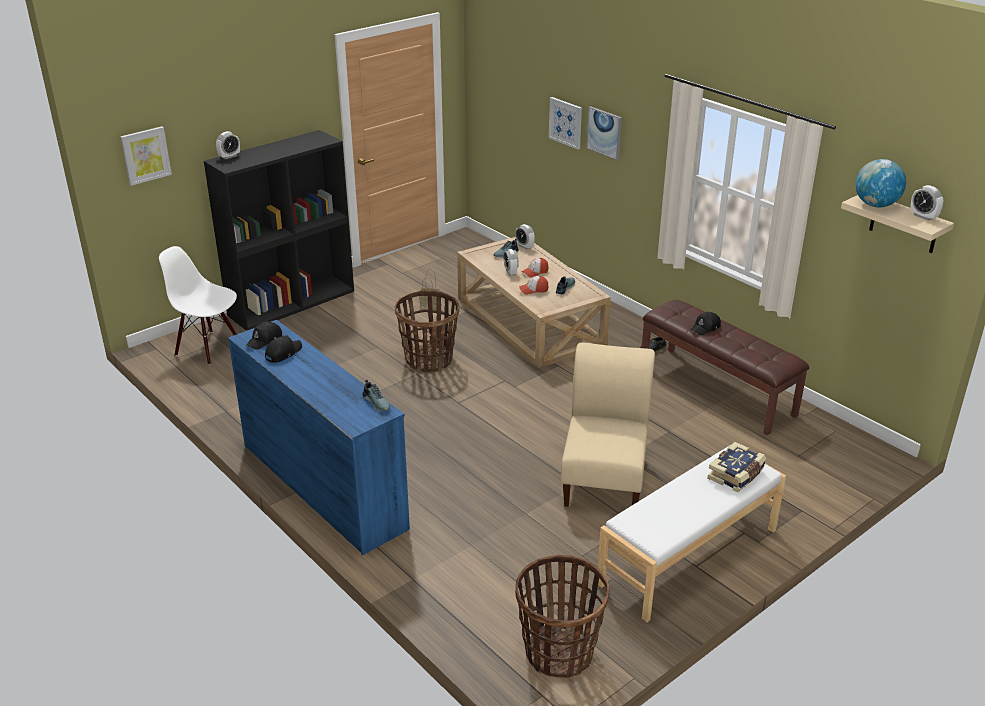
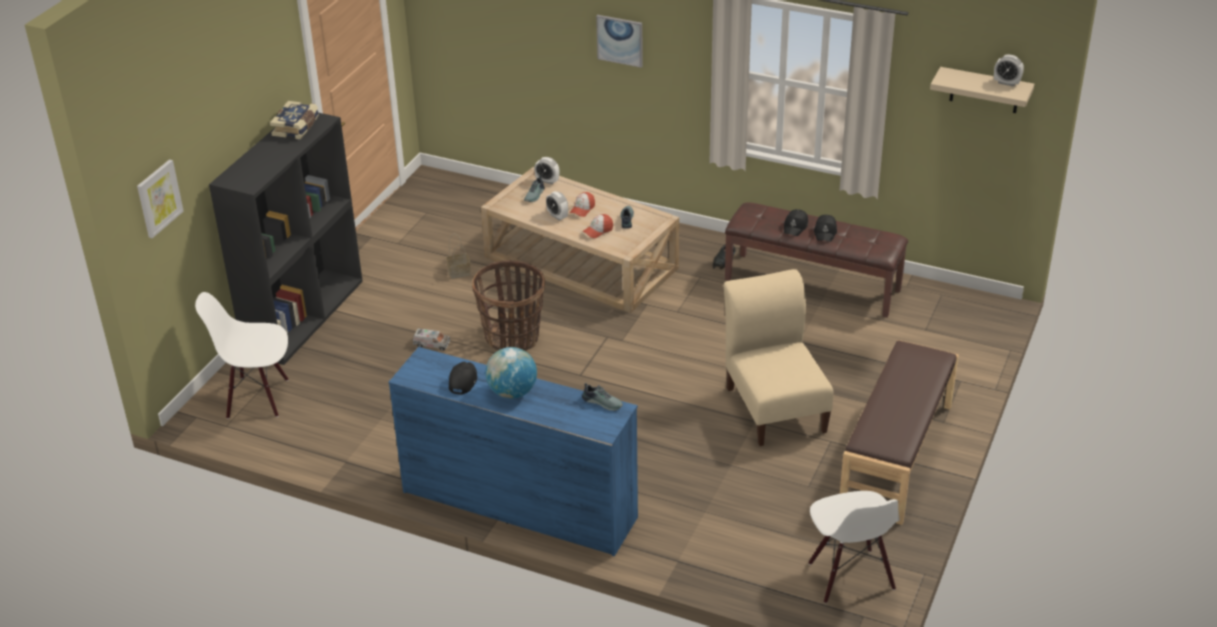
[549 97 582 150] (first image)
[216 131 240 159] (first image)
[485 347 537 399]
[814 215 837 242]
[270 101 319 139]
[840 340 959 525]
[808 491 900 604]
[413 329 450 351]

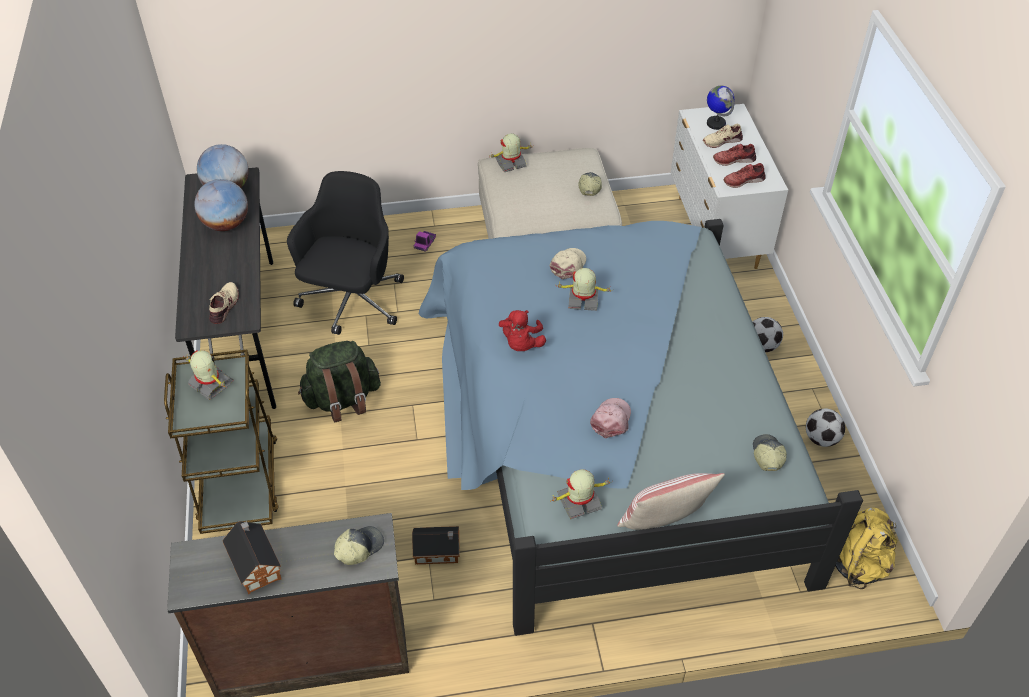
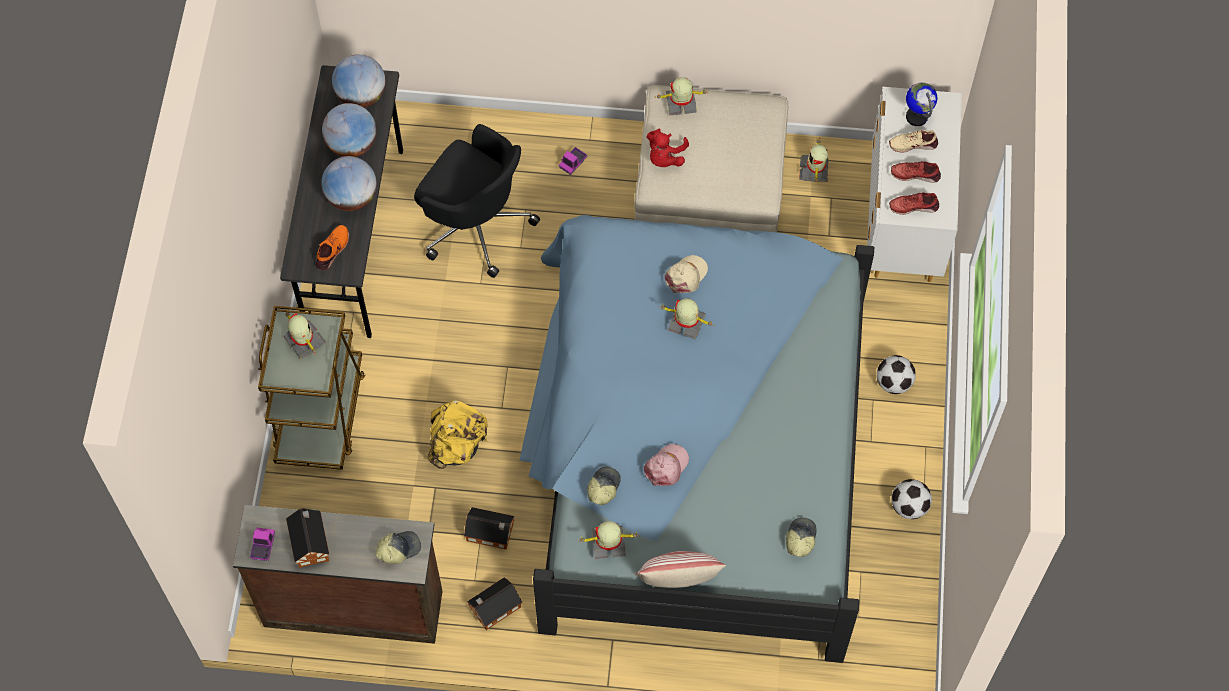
[414 124 540 278]
[587 467 621 505]
[316 225 349 270]
[647 128 689 167]
[298 341 381 423] (first image)
[428 400 488 469]
[799 139 828 184]
[321 156 377 211]
[250 528 275 561]
[467 577 522 630]

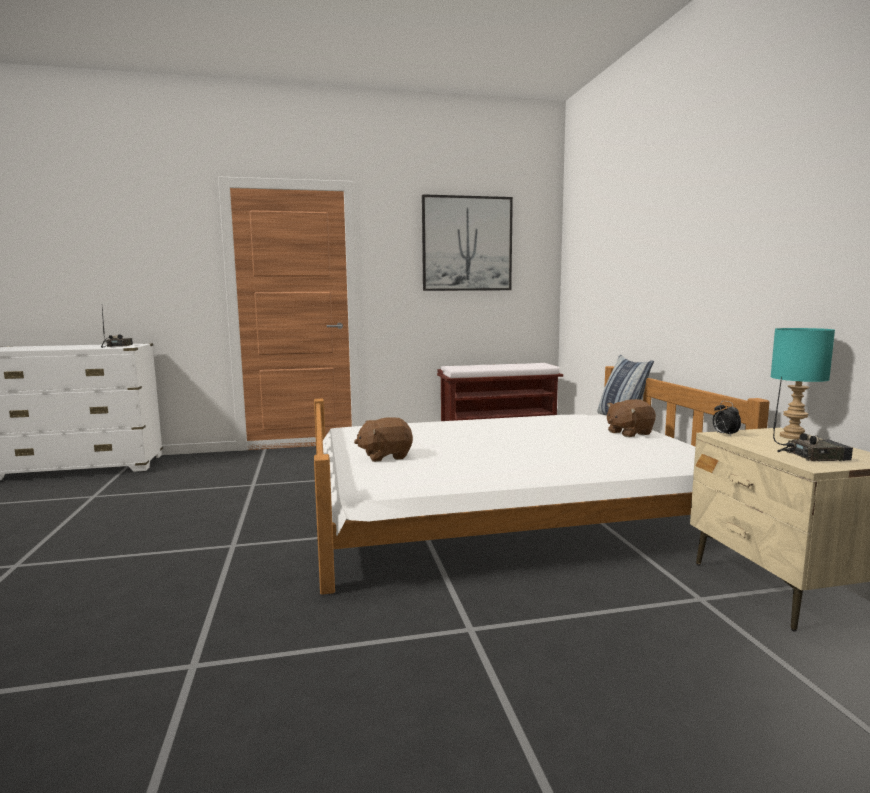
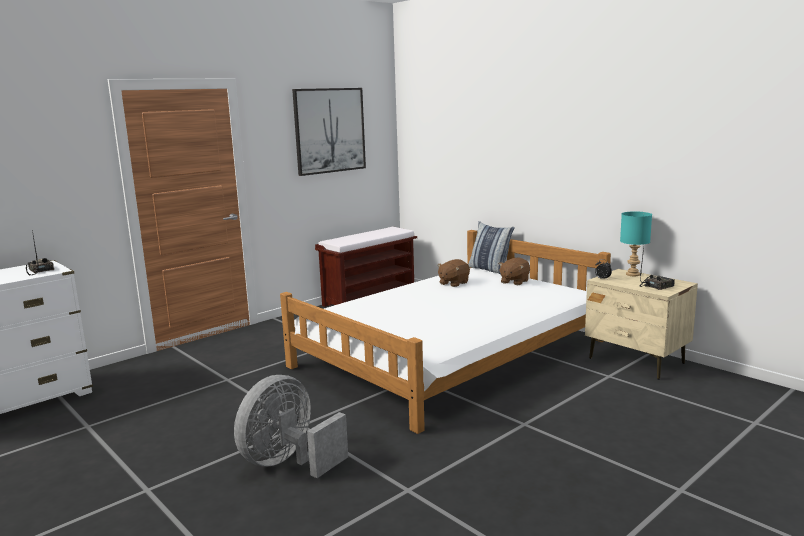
[437 259 470 287]
[234 375 348 478]

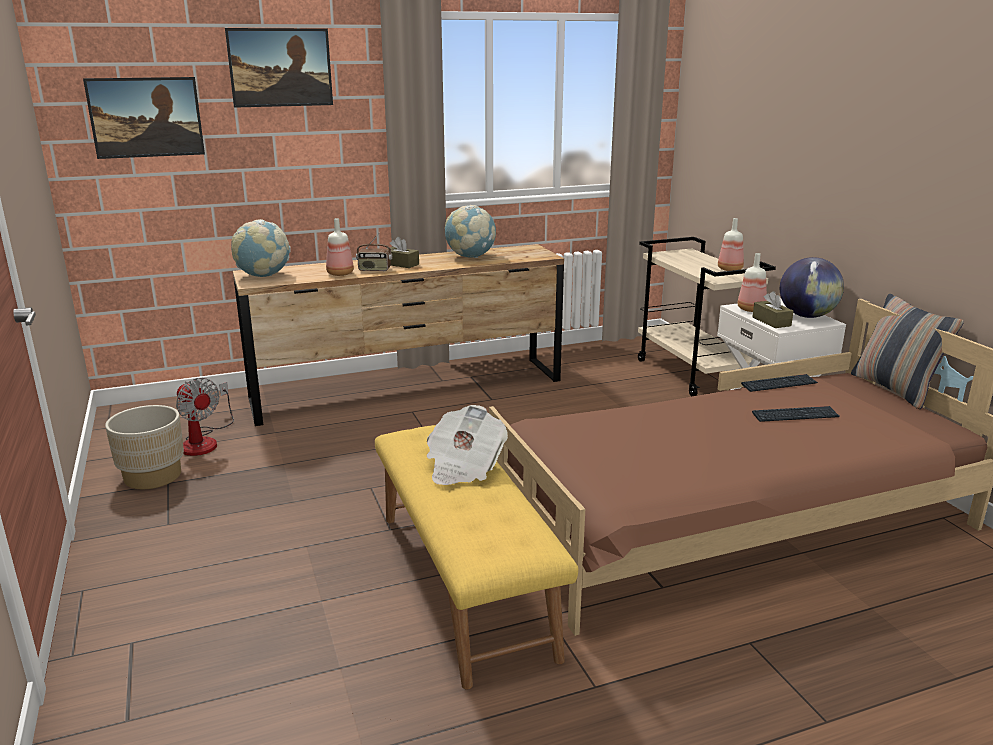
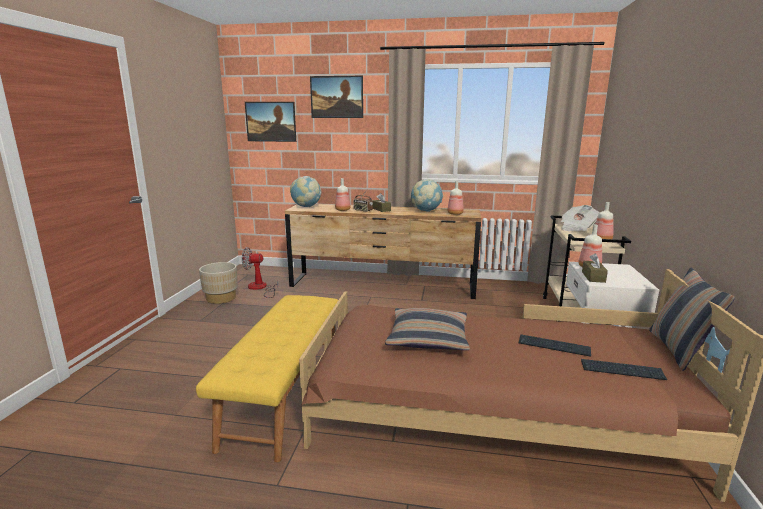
[780 257 844 318] (first image)
[581 359 667 380]
[242 247 278 298]
[560 205 600 231]
[447 181 464 215]
[385 308 470 350]

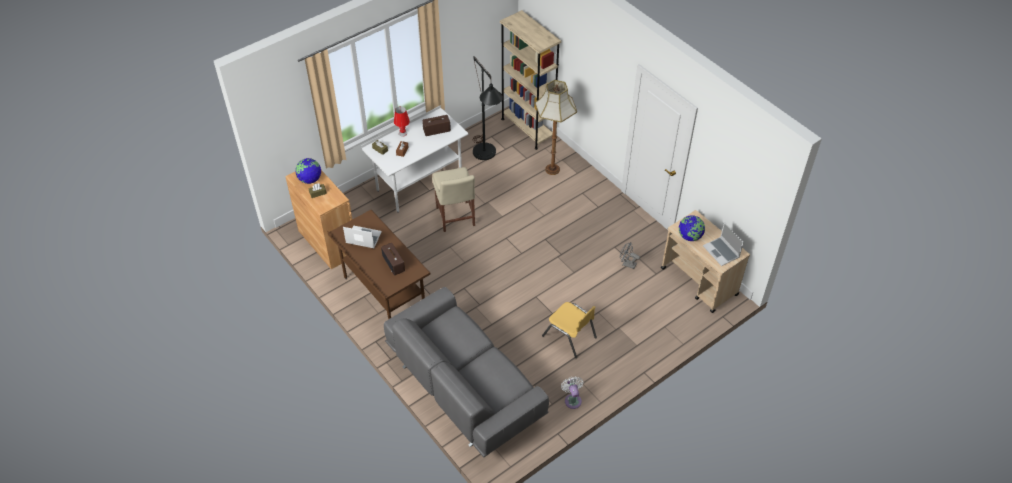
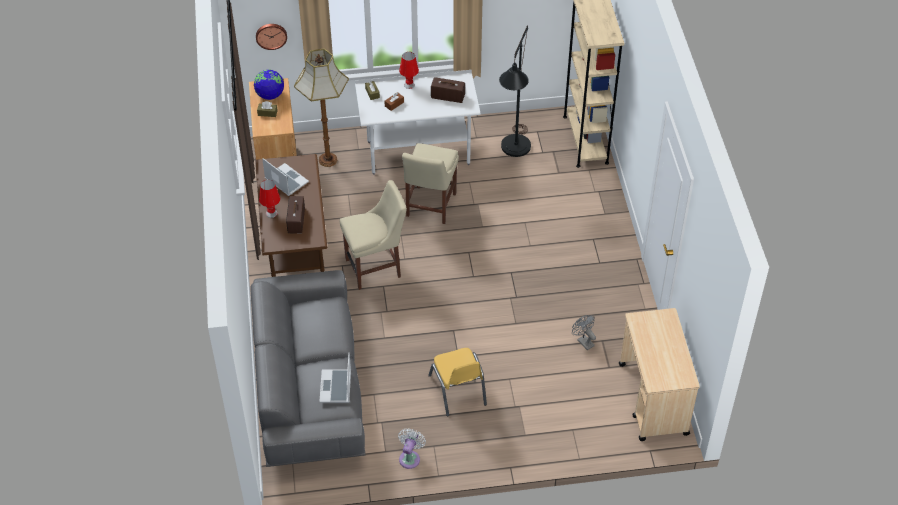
[294 49 349 167]
[679 215 705 241] (first image)
[319 352 351 403]
[256 24 287 50]
[259 180 280 218]
[339 180 407 290]

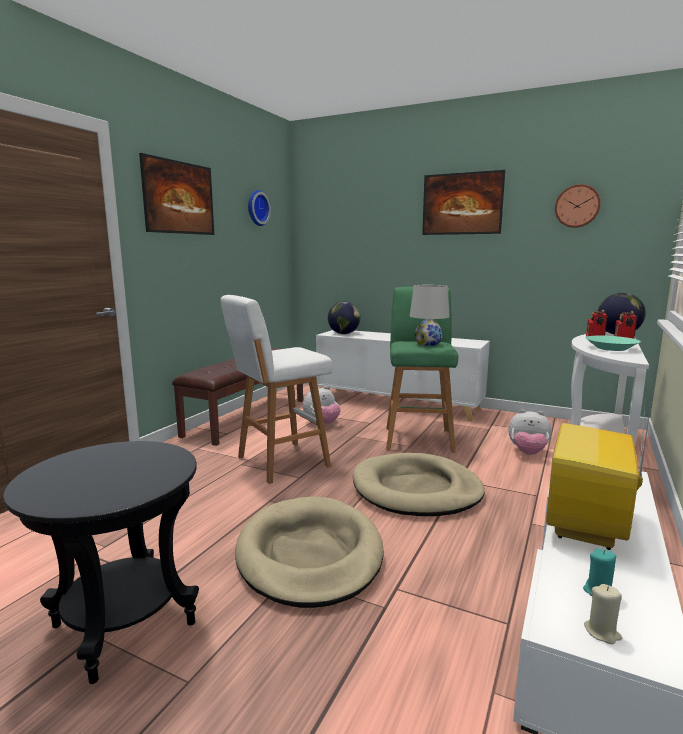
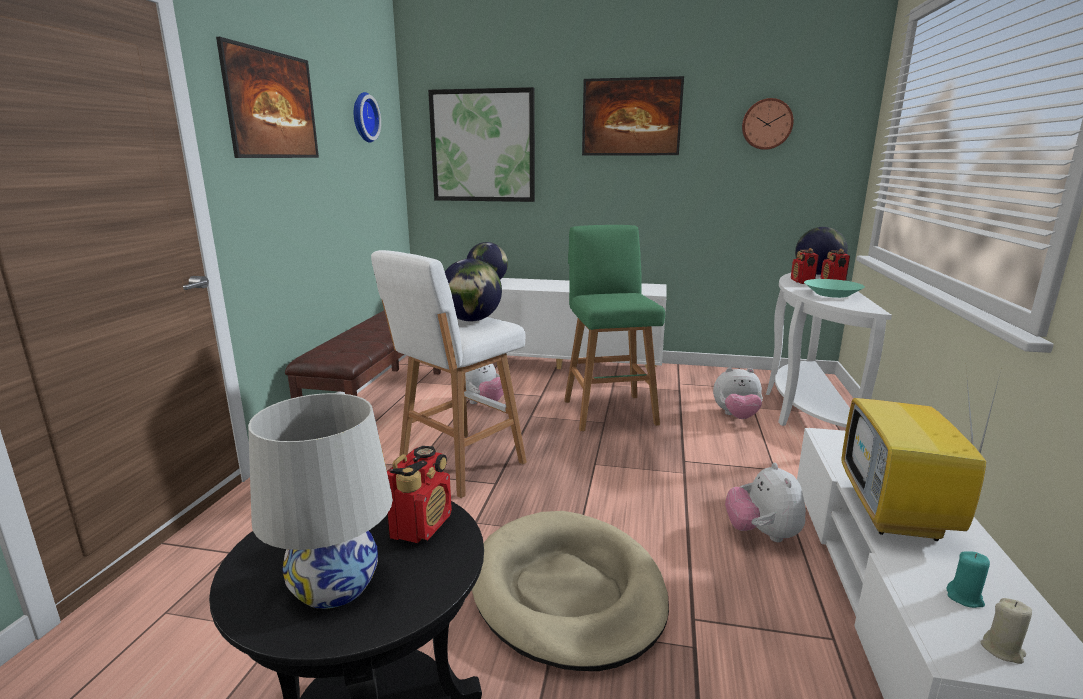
[248 393 393 609]
[353 453 485 516] (first image)
[428 87 535 202]
[445 258 502 322]
[387 446 452 543]
[725 463 806 542]

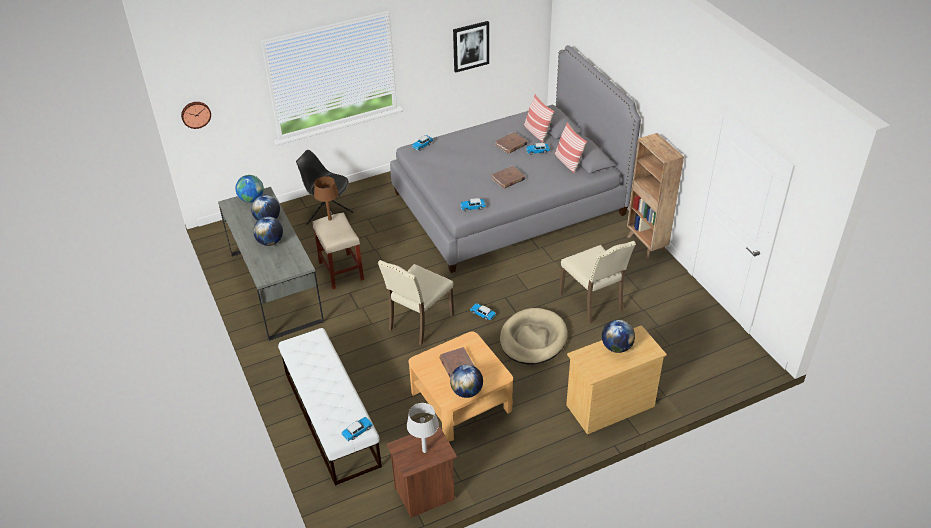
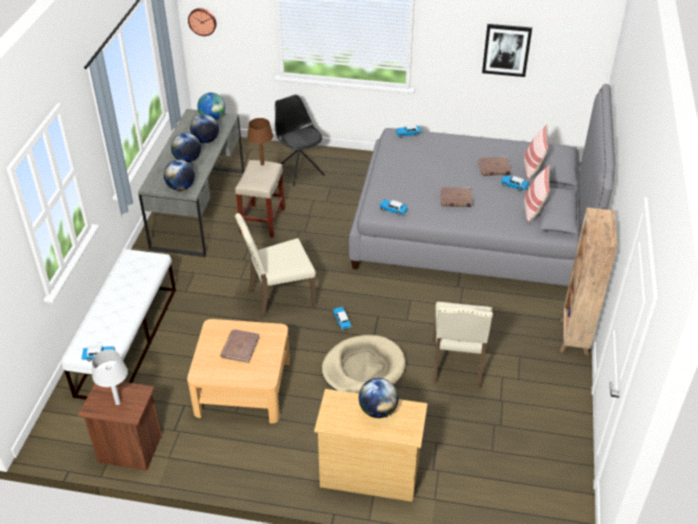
[164 160 195 191]

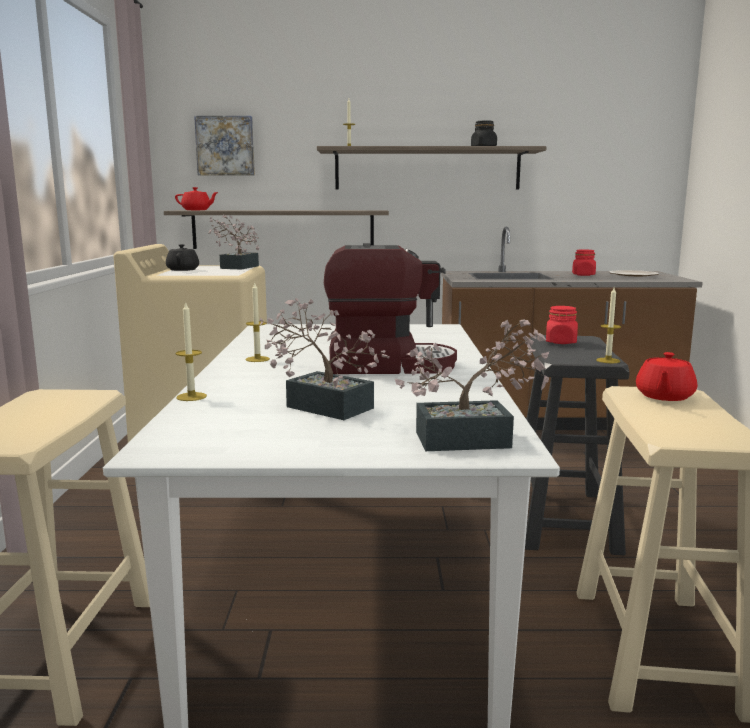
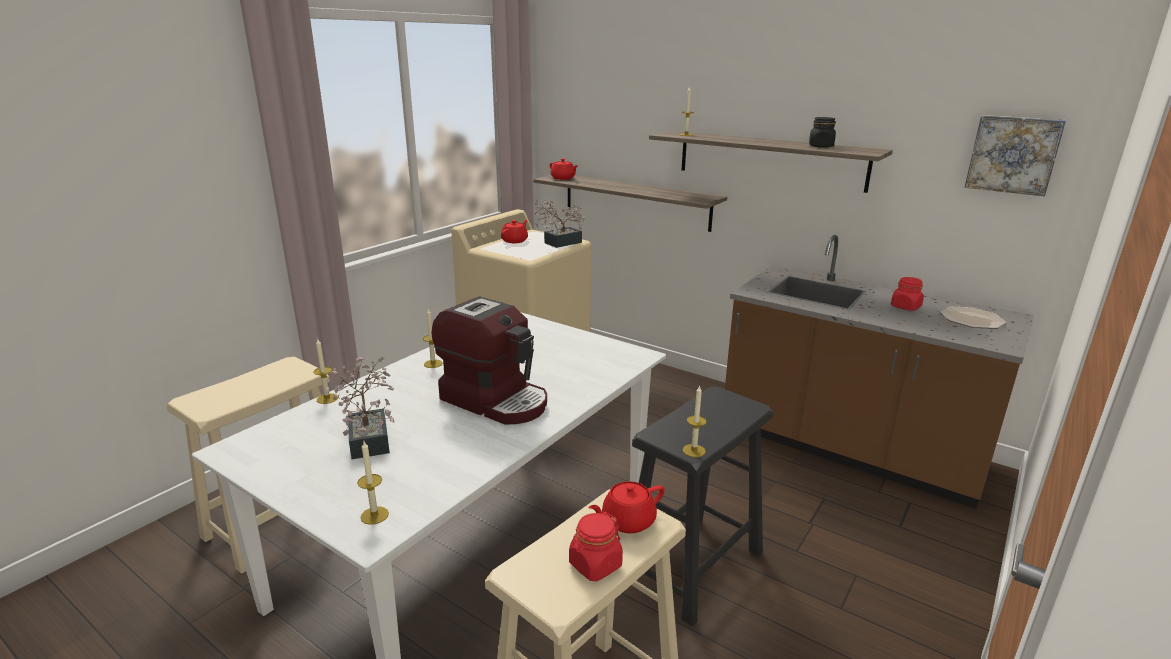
[964 115 1066 196]
[501 220 528 243]
[569 513 623 581]
[357 441 389 525]

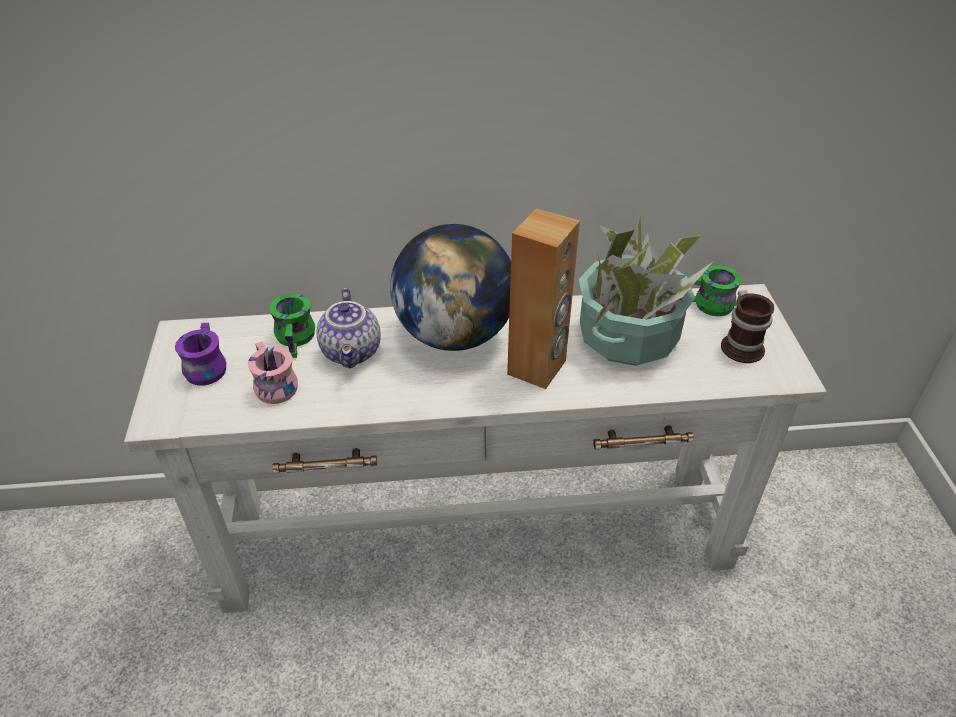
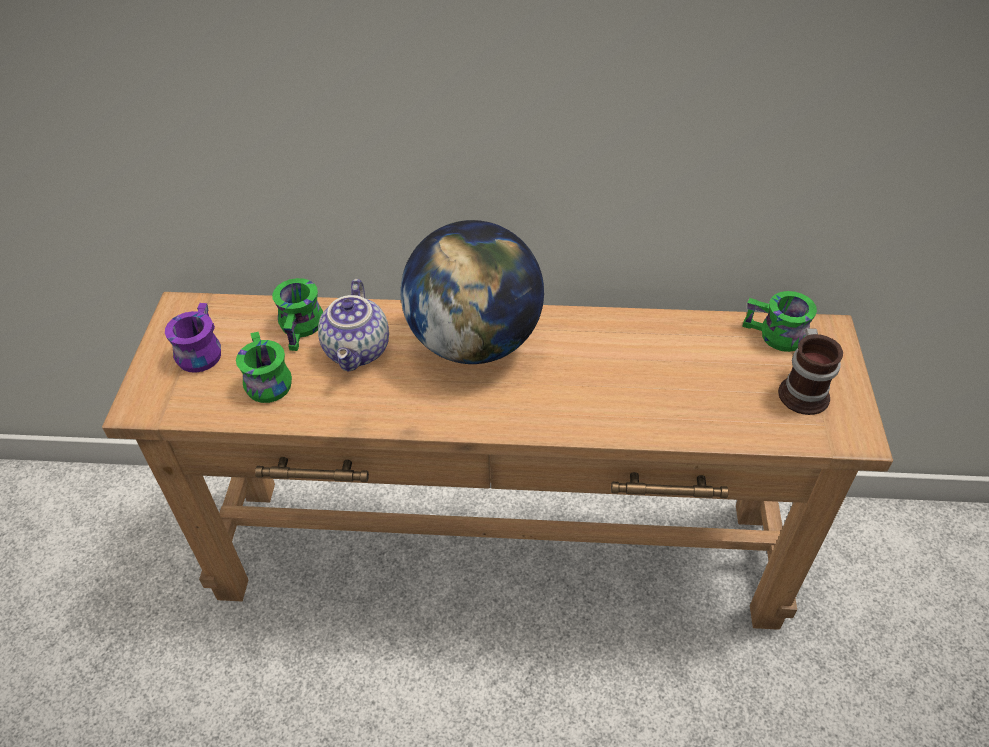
[507 208 580 389] (first image)
[579 214 713 366] (first image)
[102 292 893 630]
[236 332 292 403]

